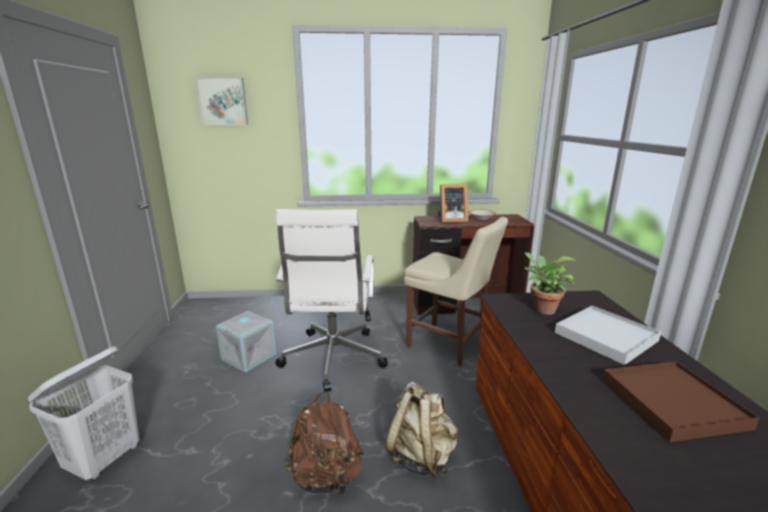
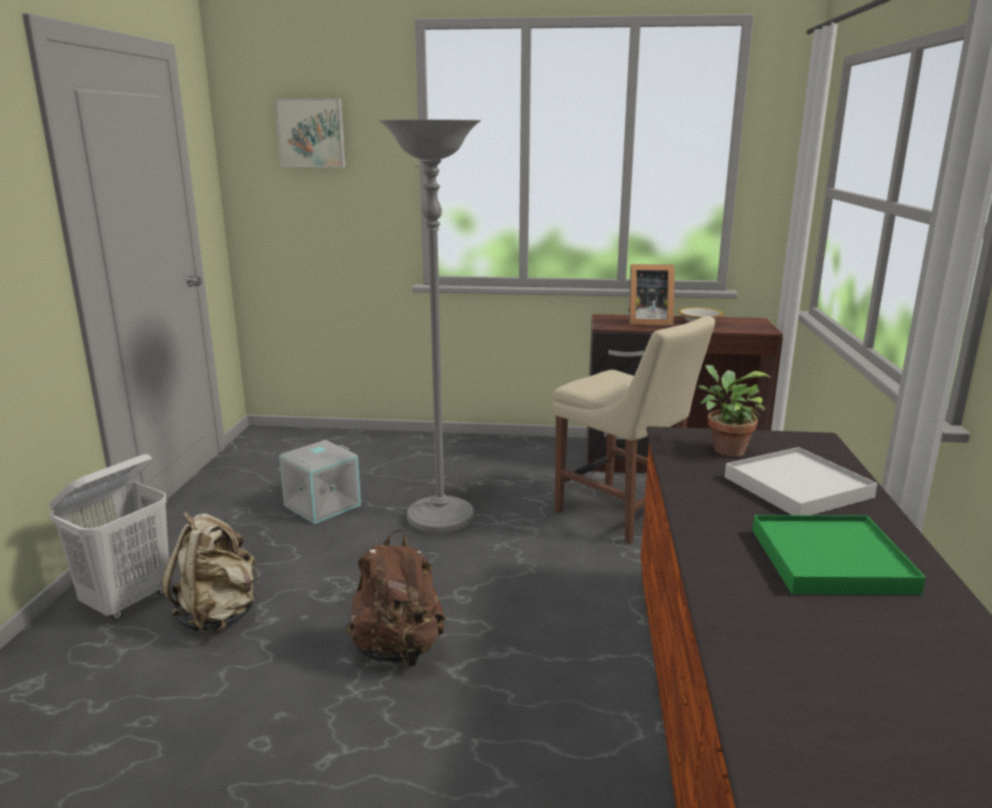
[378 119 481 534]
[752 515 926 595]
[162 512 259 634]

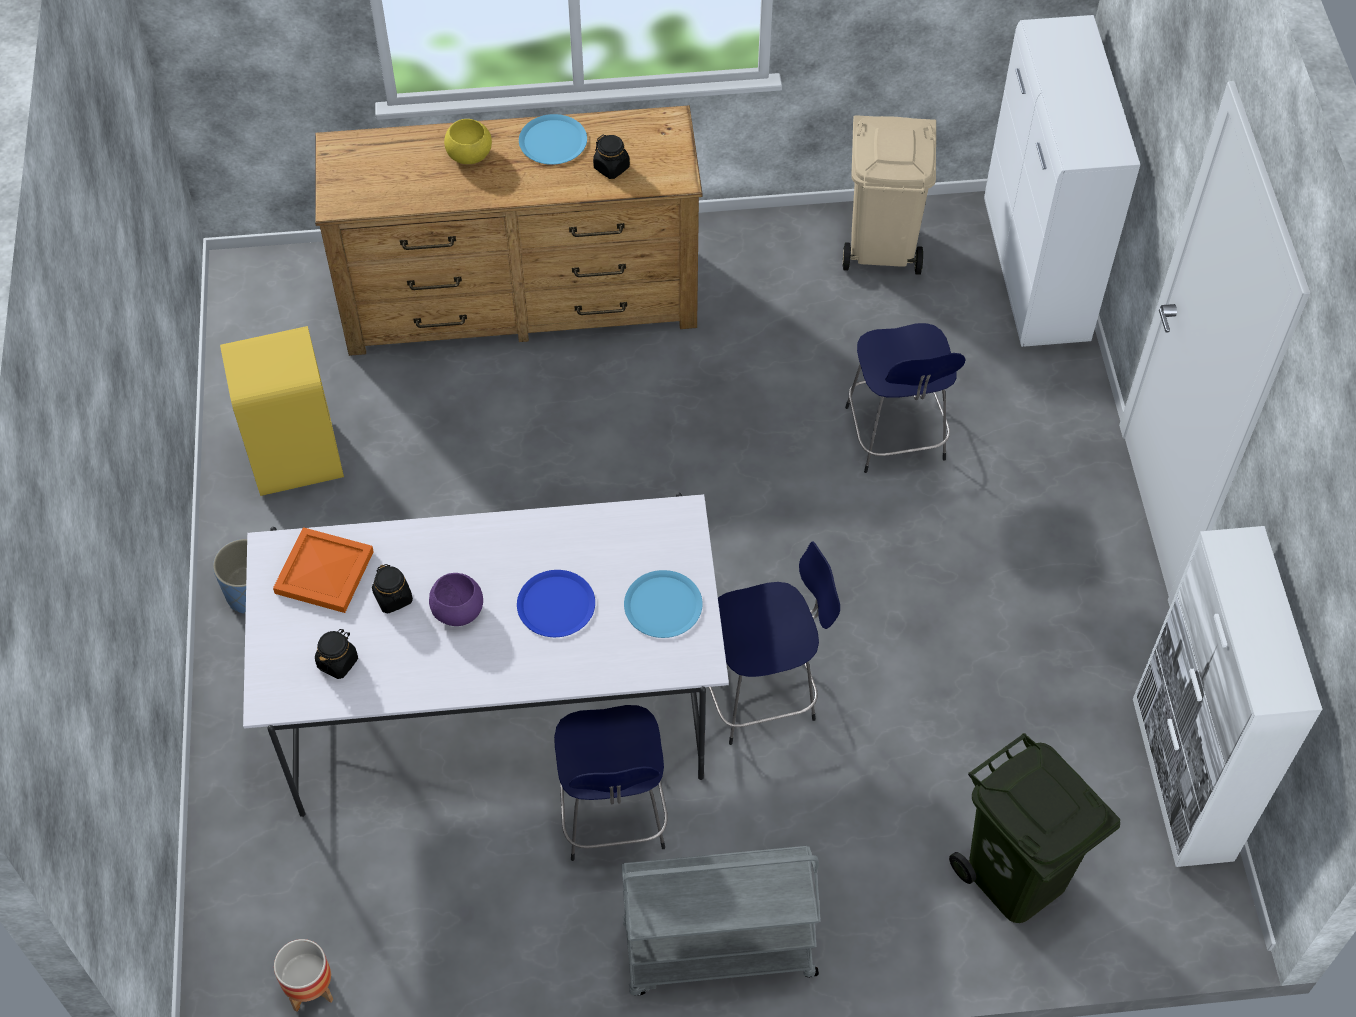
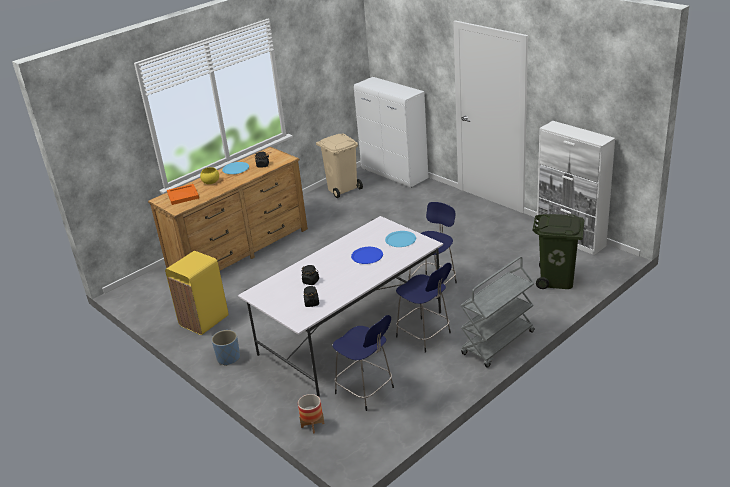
[332 315 394 411]
[167 184 199 205]
[429 573 483 626] (first image)
[298 394 324 434]

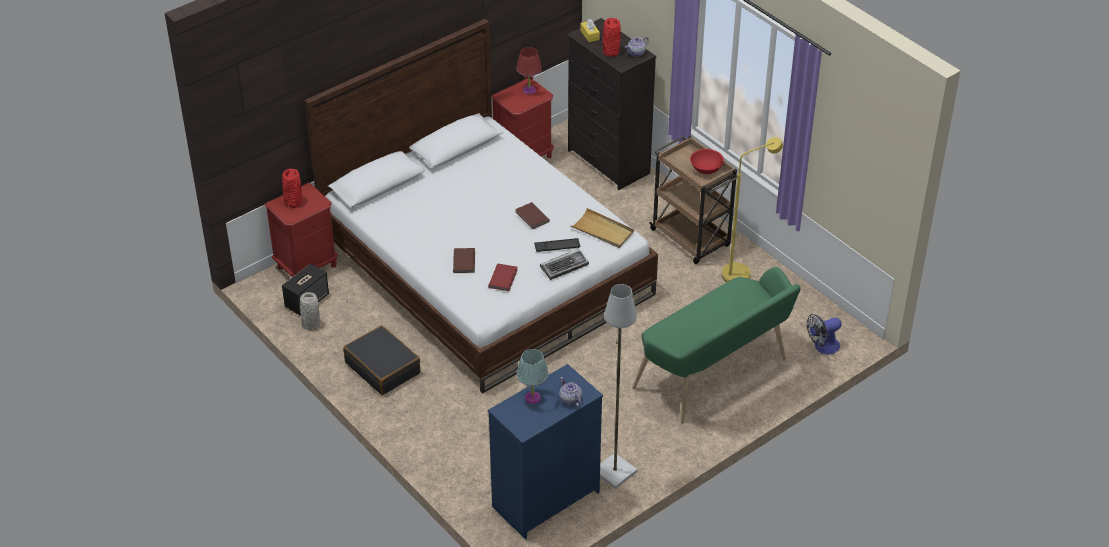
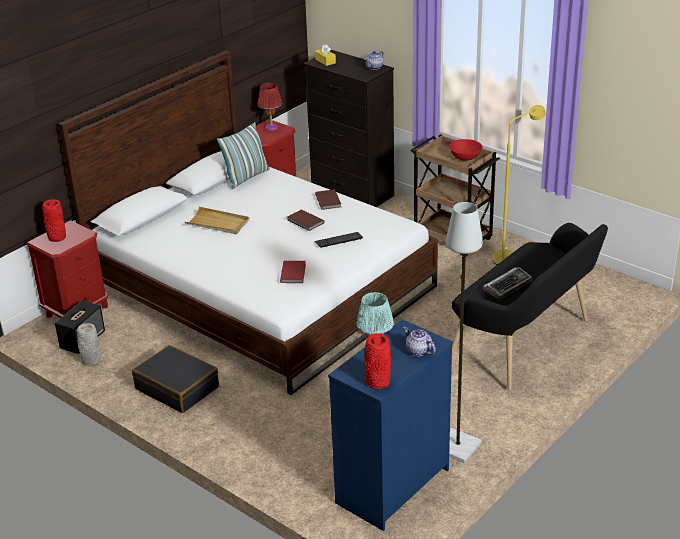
[365 333 391 389]
[185 207 249 234]
[315 189 341 210]
[483 267 532 300]
[452 223 608 391]
[807 314 842 354] (first image)
[217 122 270 189]

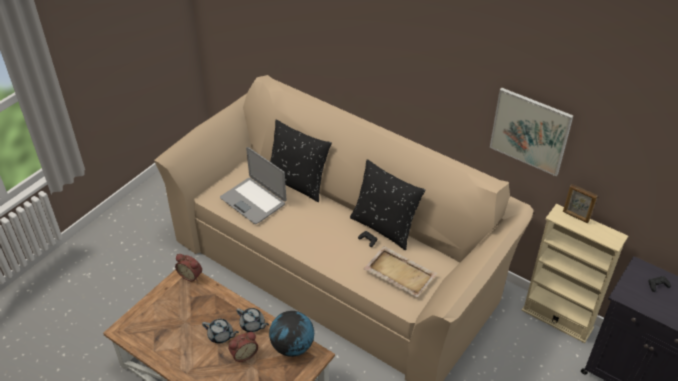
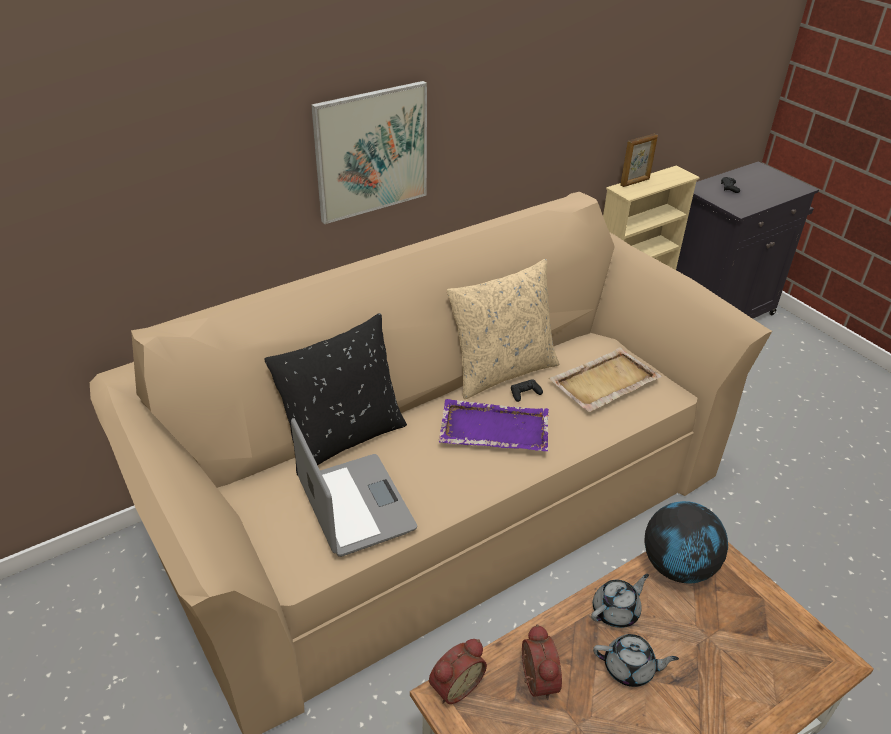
[311 81 427 224]
[291 418 417 557]
[447 259 559 399]
[593 634 679 687]
[522 624 562 700]
[438 399 549 451]

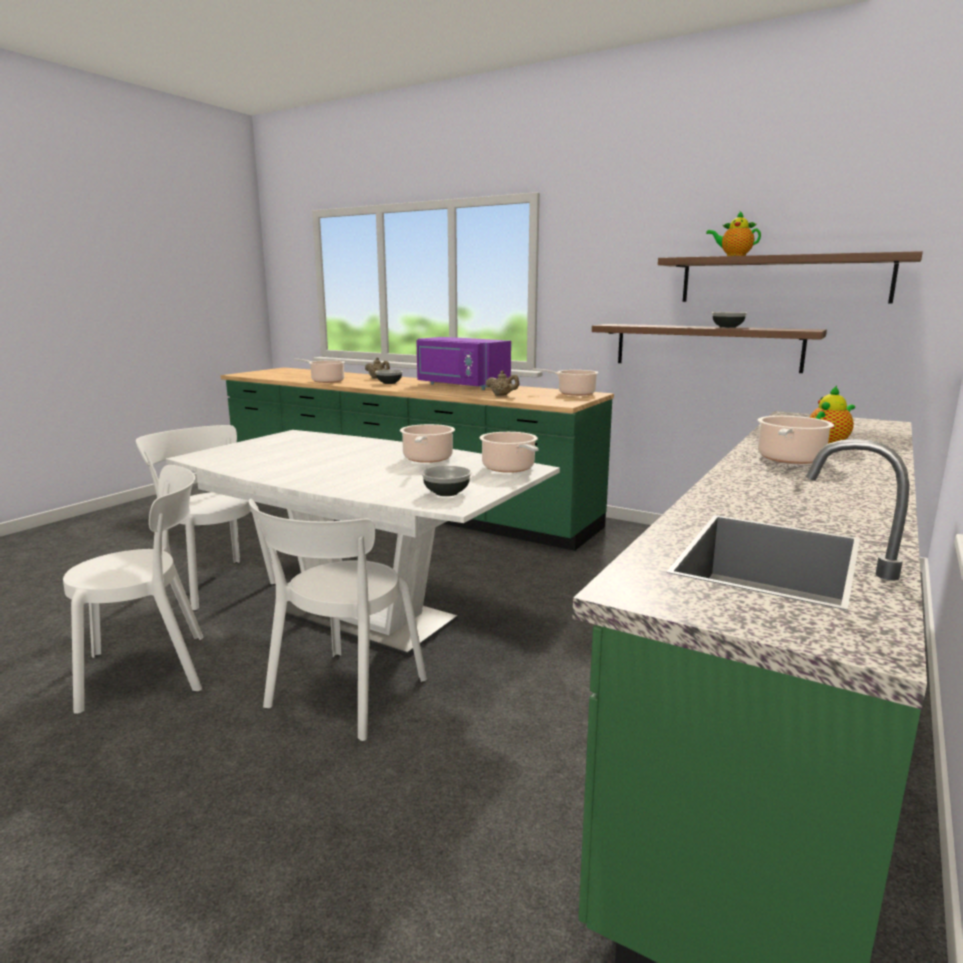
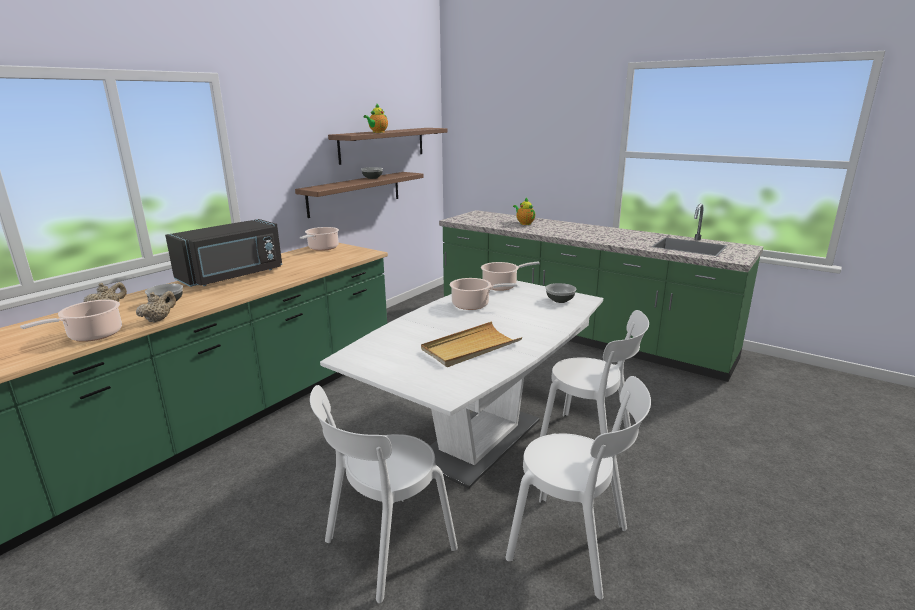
[165 219 282 287]
[136 291 176 323]
[758 416 834 464] (first image)
[505 376 651 600]
[421 321 523 367]

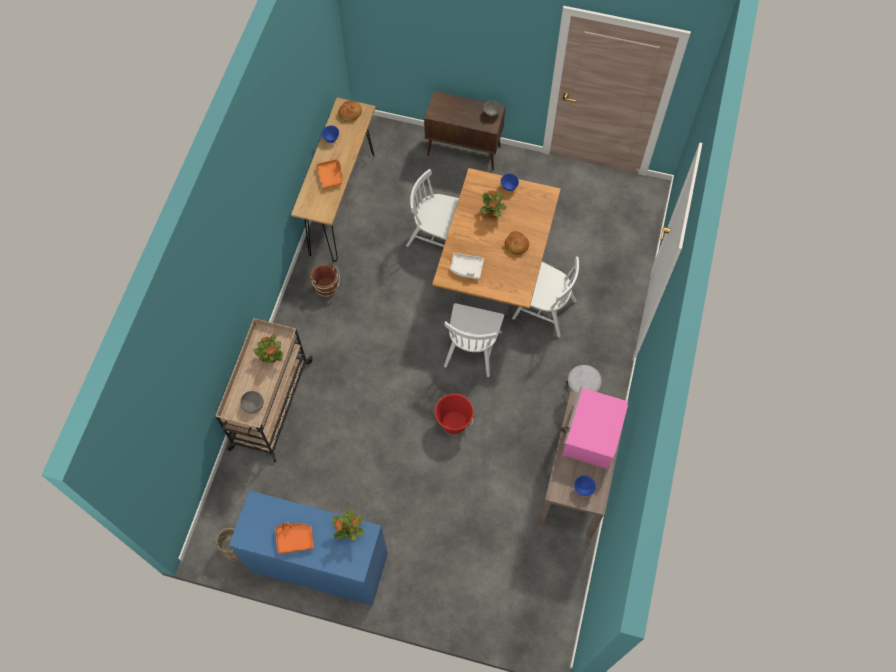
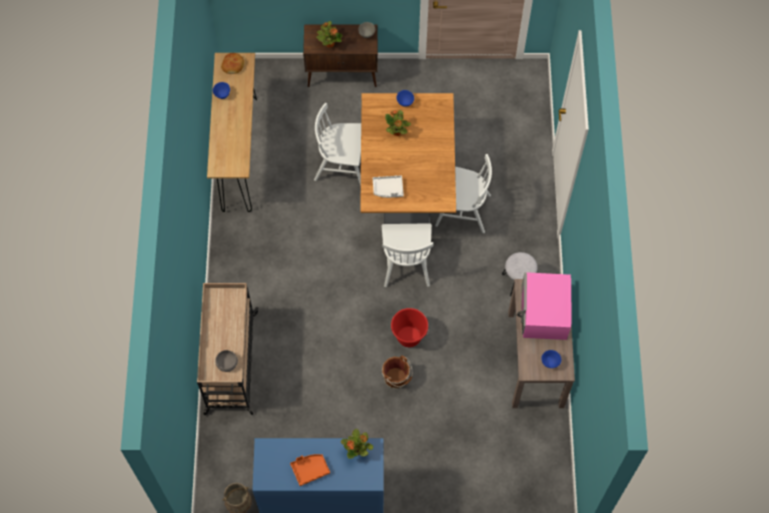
[316 159 342 190] (first image)
[504 231 529 255] (first image)
[382 355 412 389]
[316 21 343 48]

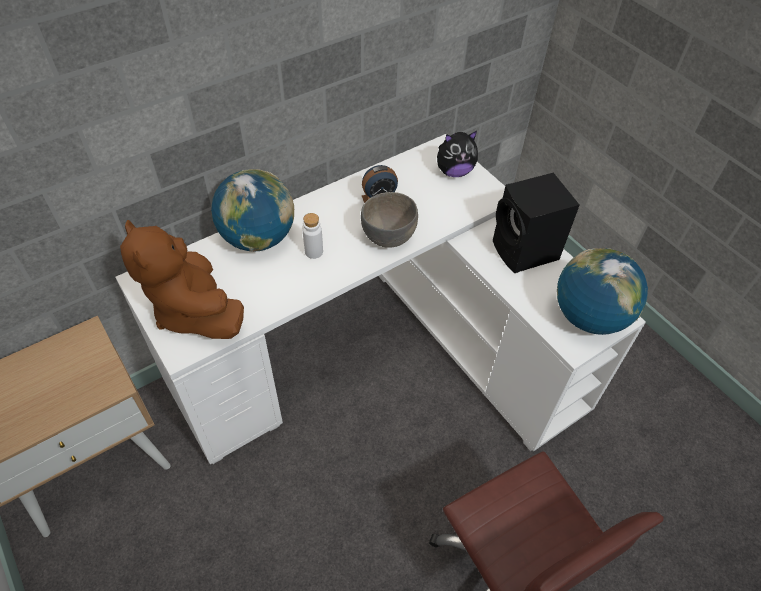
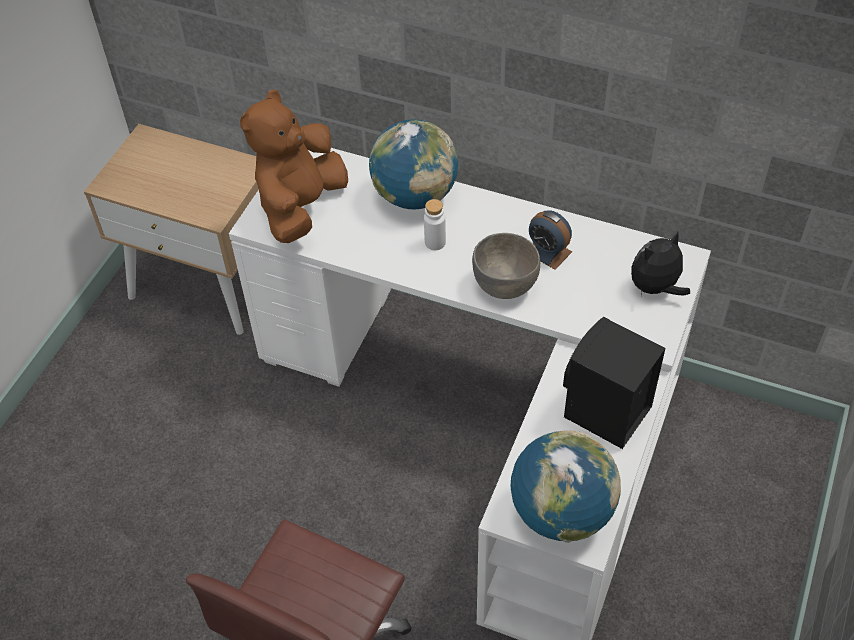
[631 232 690 296]

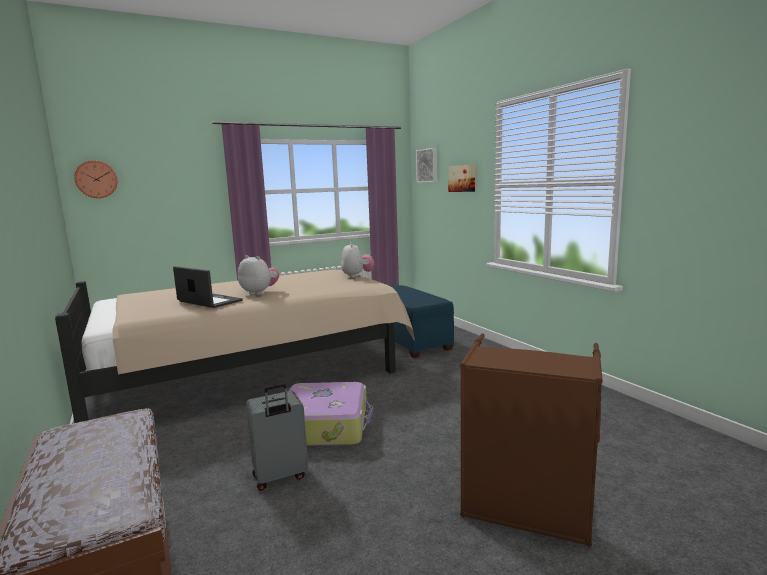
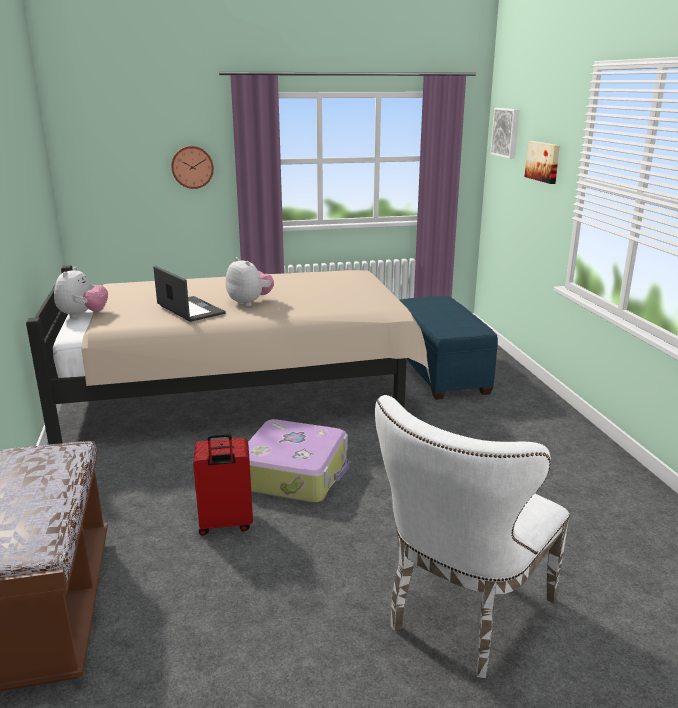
[171 146 214 189]
[54 267 108 319]
[375 395 570 678]
[193 433 253 536]

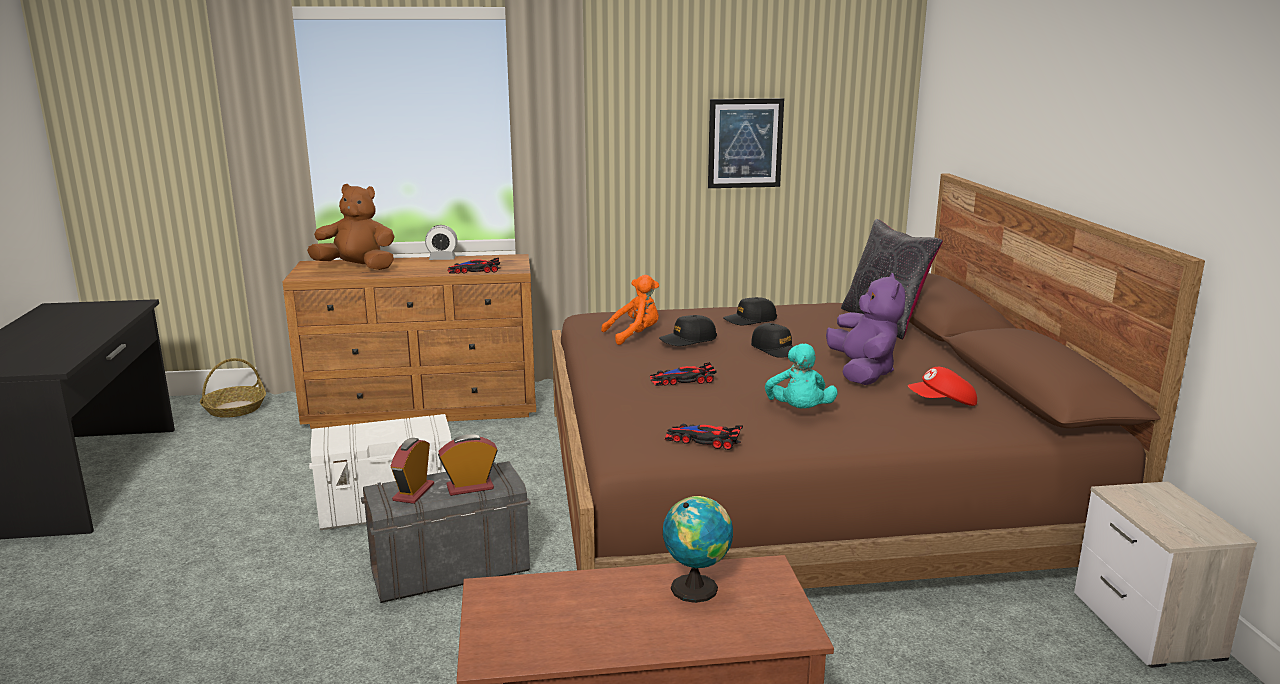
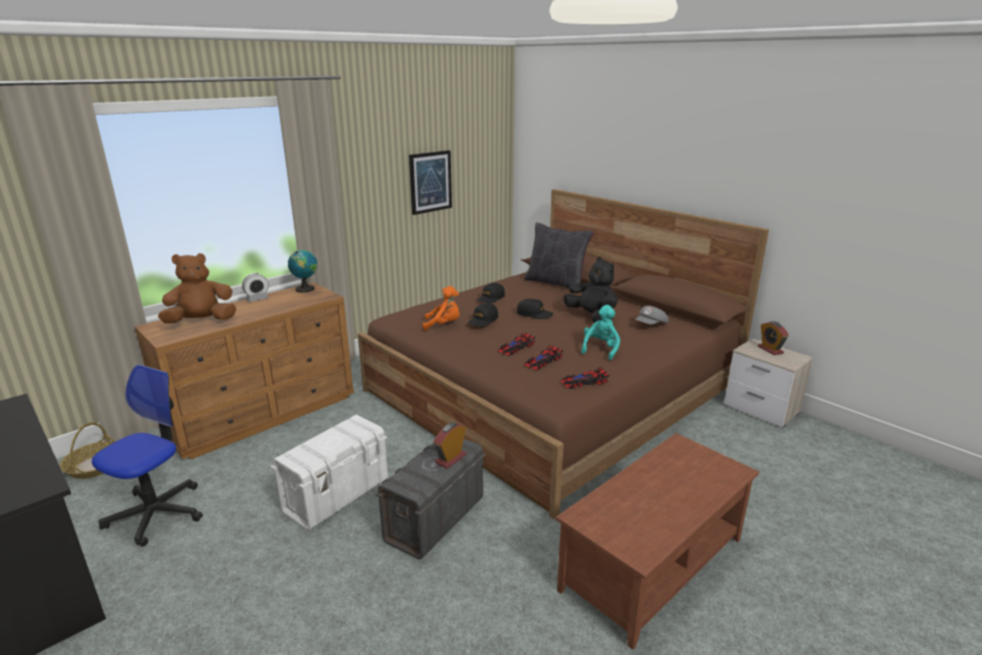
[524 346 563 370]
[564 257 618 323]
[422 286 460 330]
[581 305 620 360]
[636 306 669 324]
[758 321 789 355]
[288 250 317 293]
[92 364 203 547]

